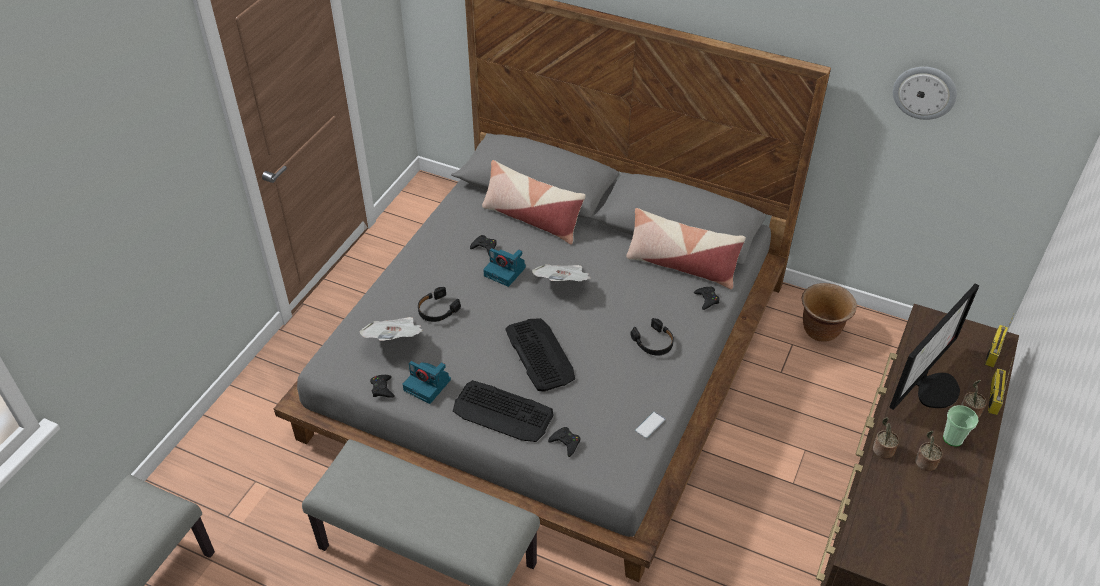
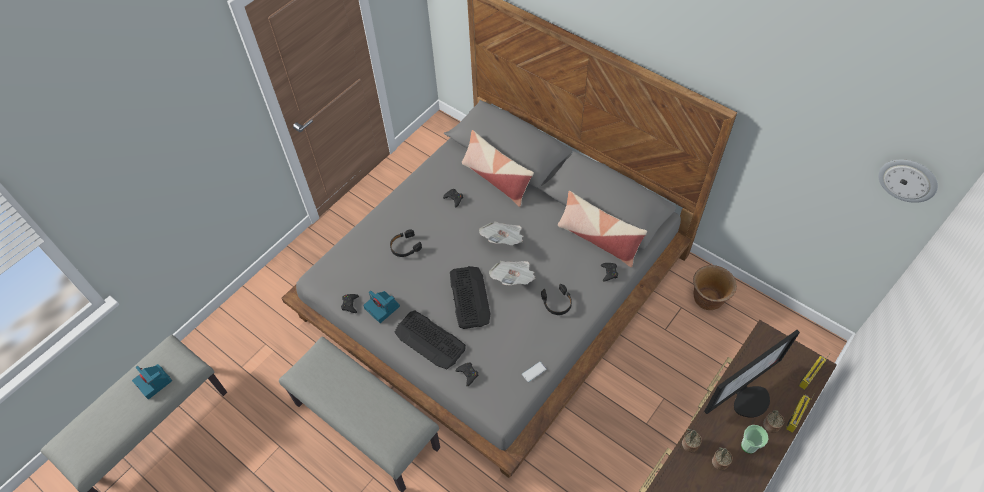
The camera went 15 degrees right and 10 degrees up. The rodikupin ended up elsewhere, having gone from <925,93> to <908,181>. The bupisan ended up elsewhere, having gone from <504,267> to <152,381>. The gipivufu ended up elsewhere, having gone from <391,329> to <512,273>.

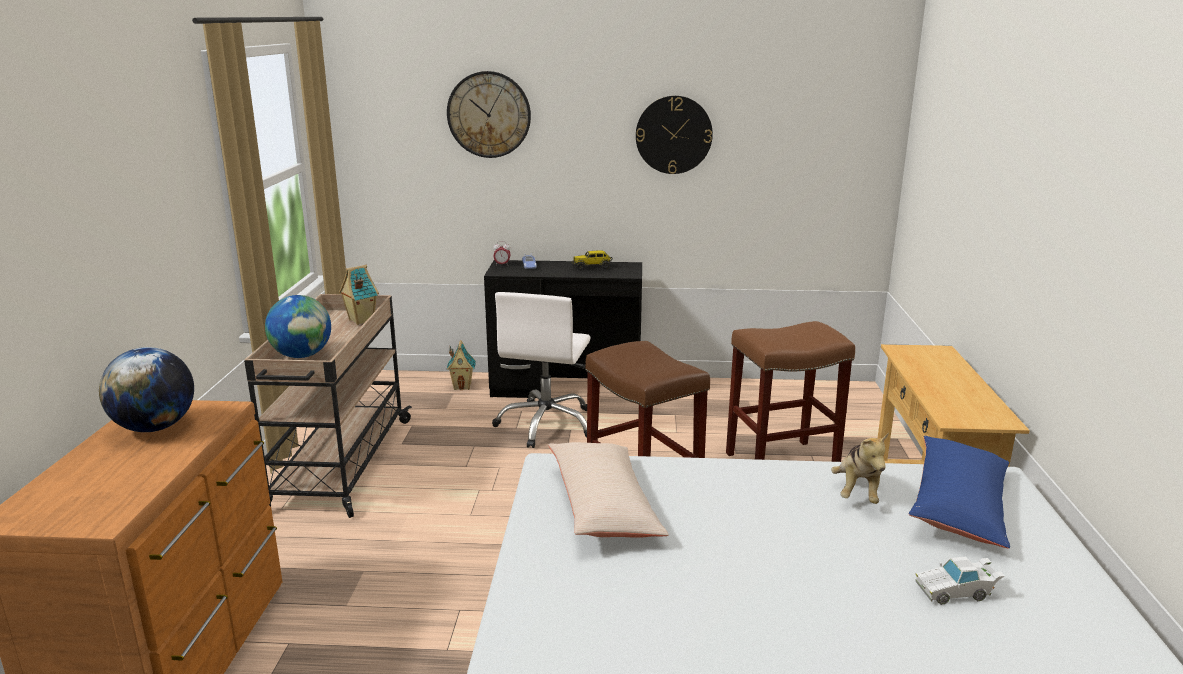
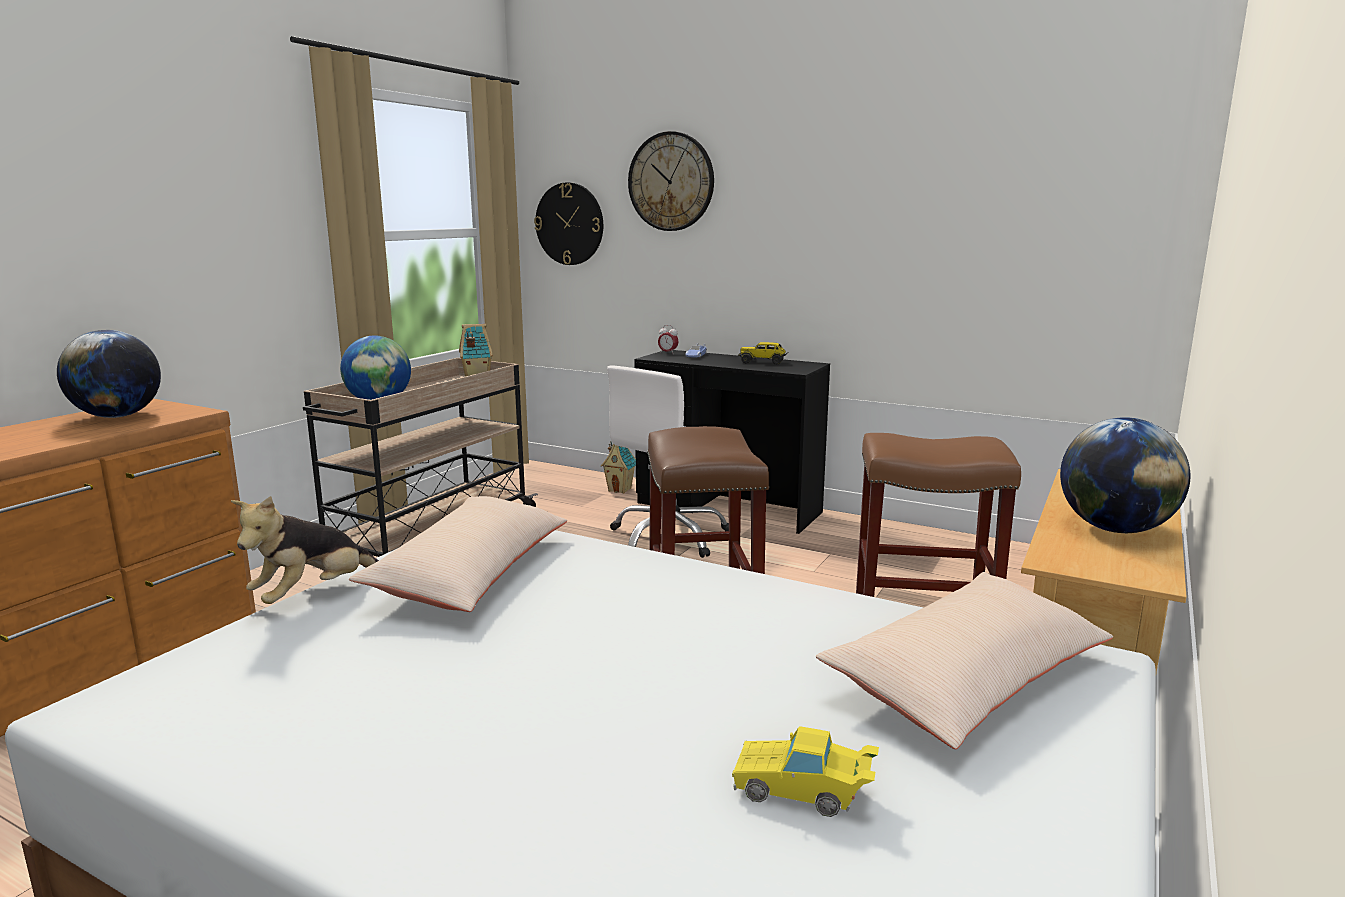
The camera went 25 degrees right and 5 degrees down. The rodikupin ended up elsewhere, having gone from <674,135> to <568,223>. The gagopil ended up elsewhere, having gone from <860,468> to <305,550>. What was the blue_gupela at <959,492> turned into the beige_gupela at <964,660>. What was the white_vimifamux at <960,581> turned into the yellow_vimifamux at <805,771>. The second view gained the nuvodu at <1125,475>.

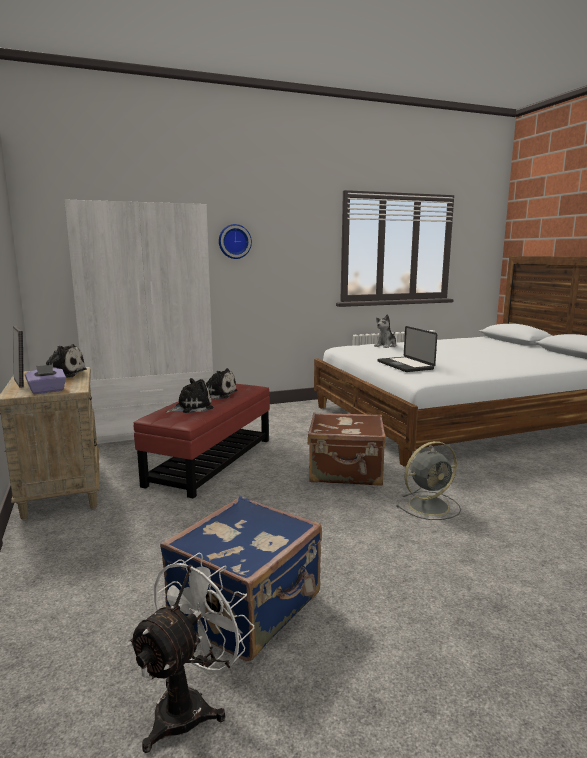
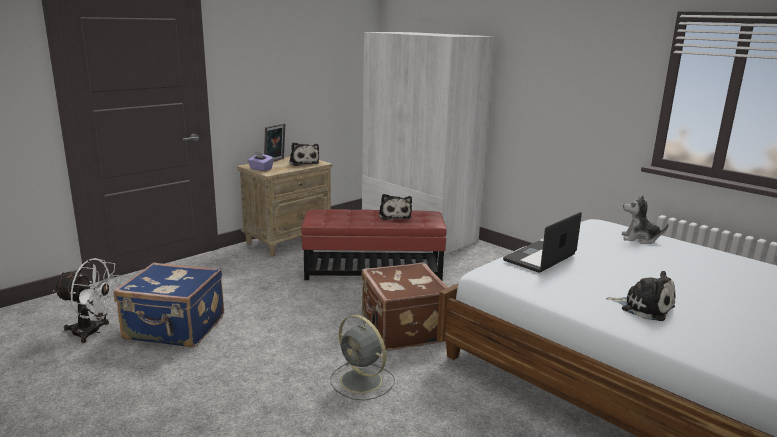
The camera went 65 degrees right and 5 degrees up. The second view lost the rodikupin at <235,241>. The gagopil ended up elsewhere, having gone from <190,395> to <640,296>.

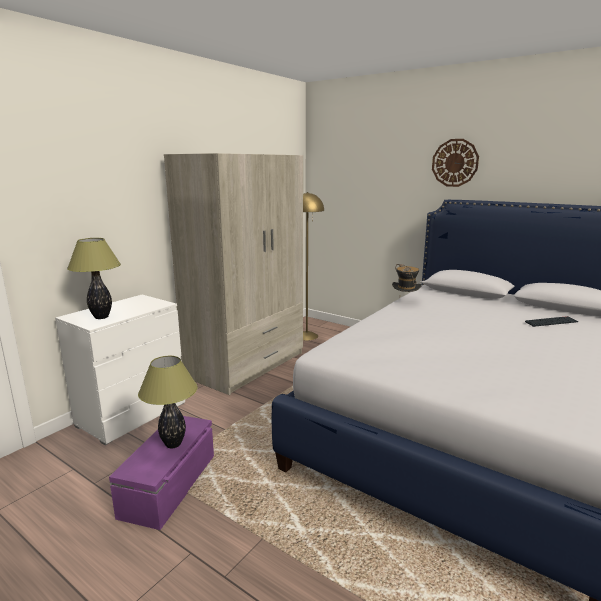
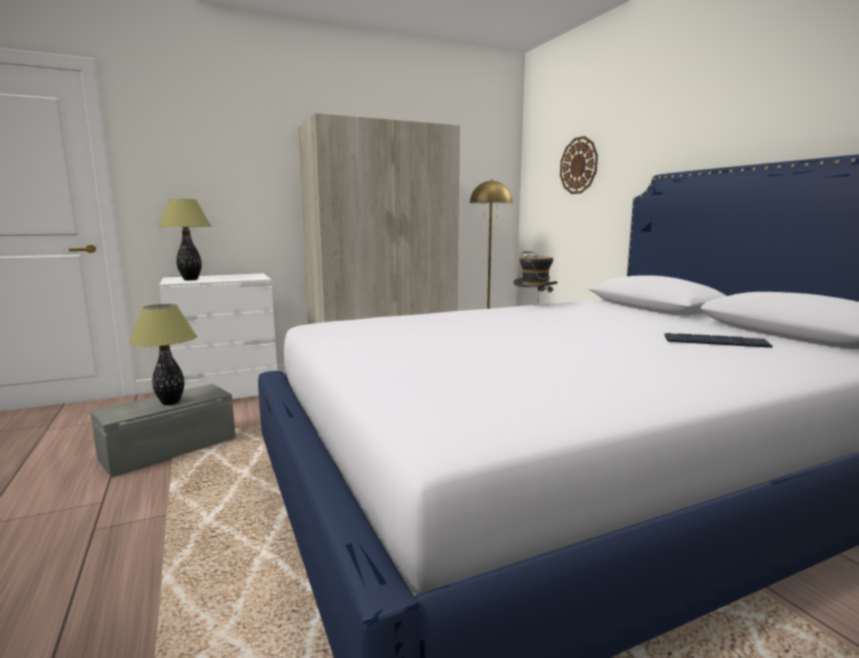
The camera went 30 degrees right and 5 degrees down. The rodikupin ended up elsewhere, having gone from <455,163> to <579,165>. What was the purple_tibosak at <161,473> turned into the grey_tibosak at <163,430>.

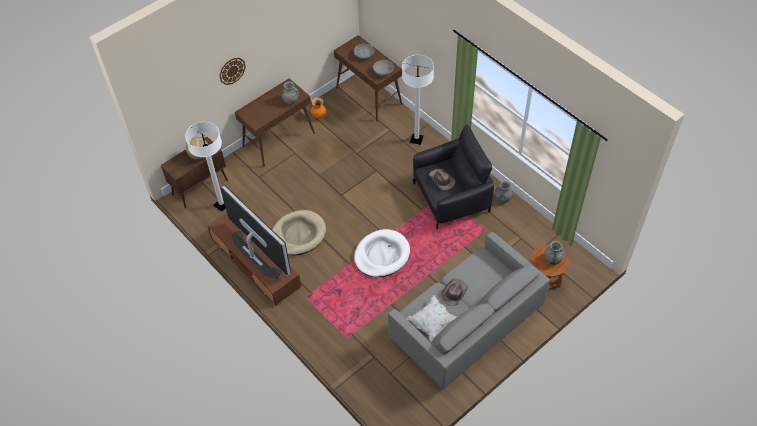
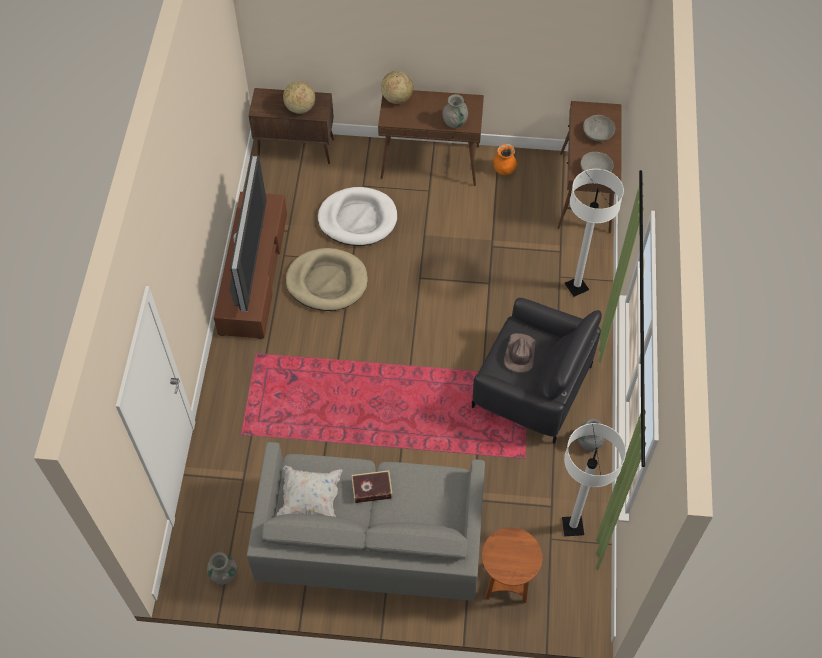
The camera went 45 degrees right and 5 degrees up. The second view lost the rodikupin at <232,71>. The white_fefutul ended up elsewhere, having gone from <205,167> to <594,479>. The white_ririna ended up elsewhere, having gone from <382,253> to <357,216>. The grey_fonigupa ended up elsewhere, having gone from <554,253> to <222,568>. Where the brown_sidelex stood at <454,292>, the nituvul came to stand at <372,486>. The second view gained the nuvodu at <397,87>.

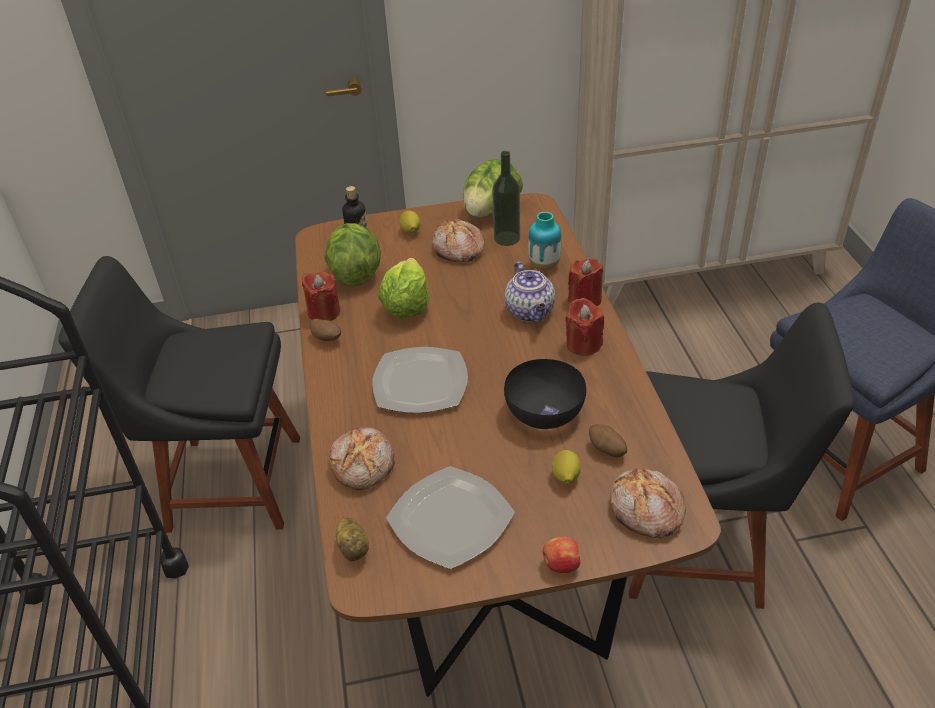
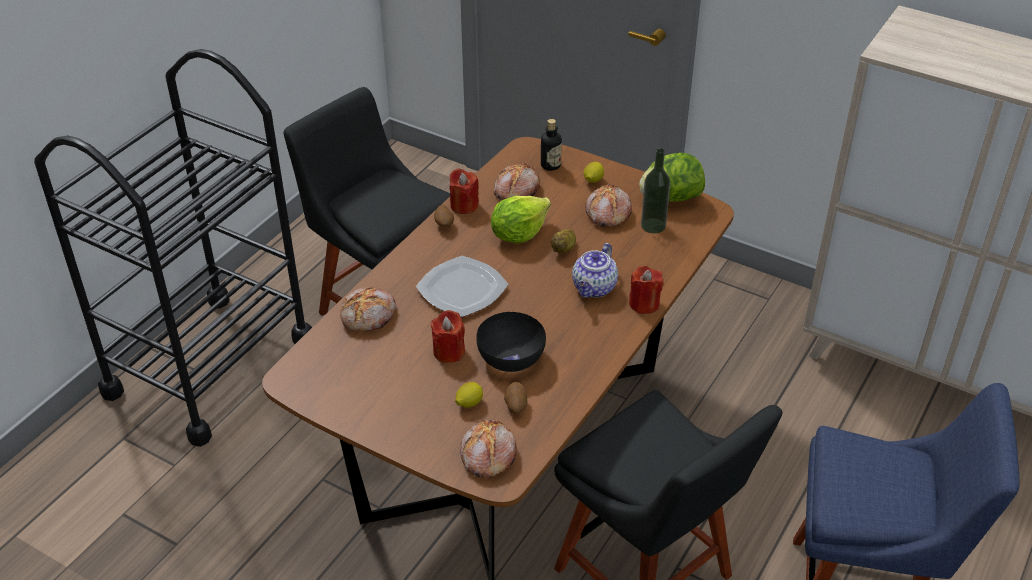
The camera went 40 degrees right and 0 degrees up. The second view lost the fonigupa at <545,241>. Where the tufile stood at <353,254>, the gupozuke came to stand at <517,181>. The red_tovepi ended up elsewhere, having gone from <584,327> to <448,336>. The second view lost the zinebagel at <450,517>. The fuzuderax ended up elsewhere, having gone from <352,540> to <563,241>. The second view lost the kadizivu at <562,555>.

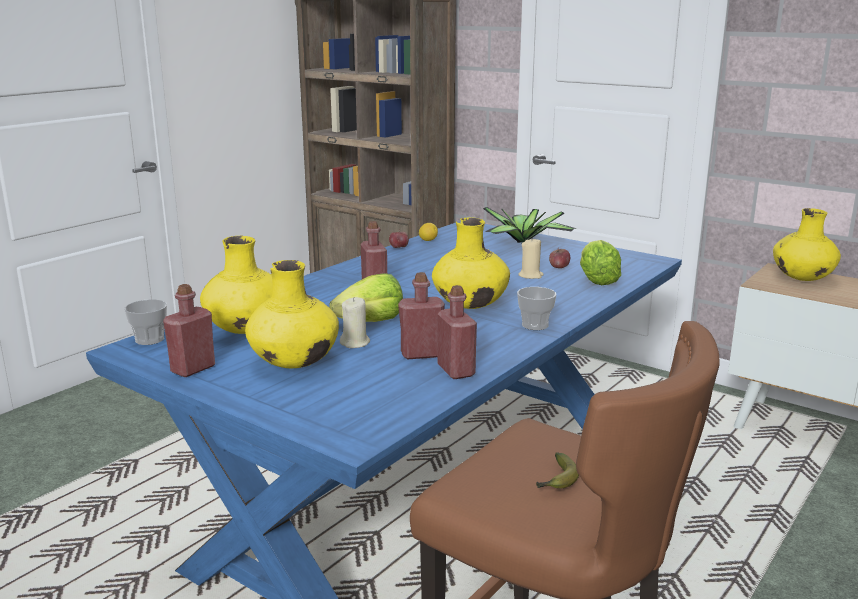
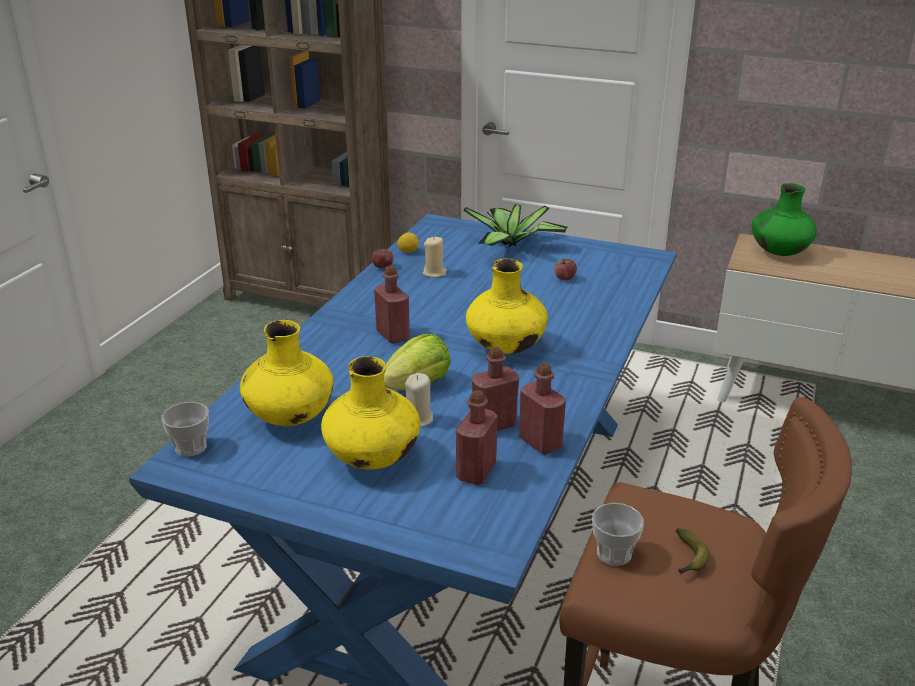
The camera went 15 degrees left and 10 degrees up. What was the yellow_fonigupa at <807,244> turned into the green_fonigupa at <784,219>. The beige_tovepi ended up elsewhere, having gone from <530,258> to <435,256>. The second view lost the tufile at <600,262>. The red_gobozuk ended up elsewhere, having gone from <189,330> to <477,437>. The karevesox ended up elsewhere, having gone from <536,308> to <618,534>.

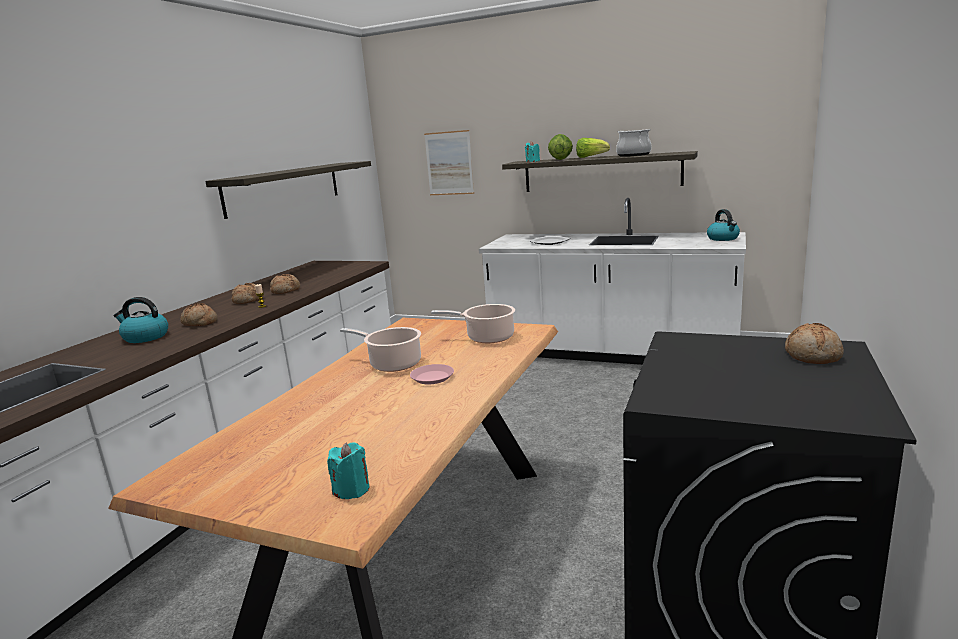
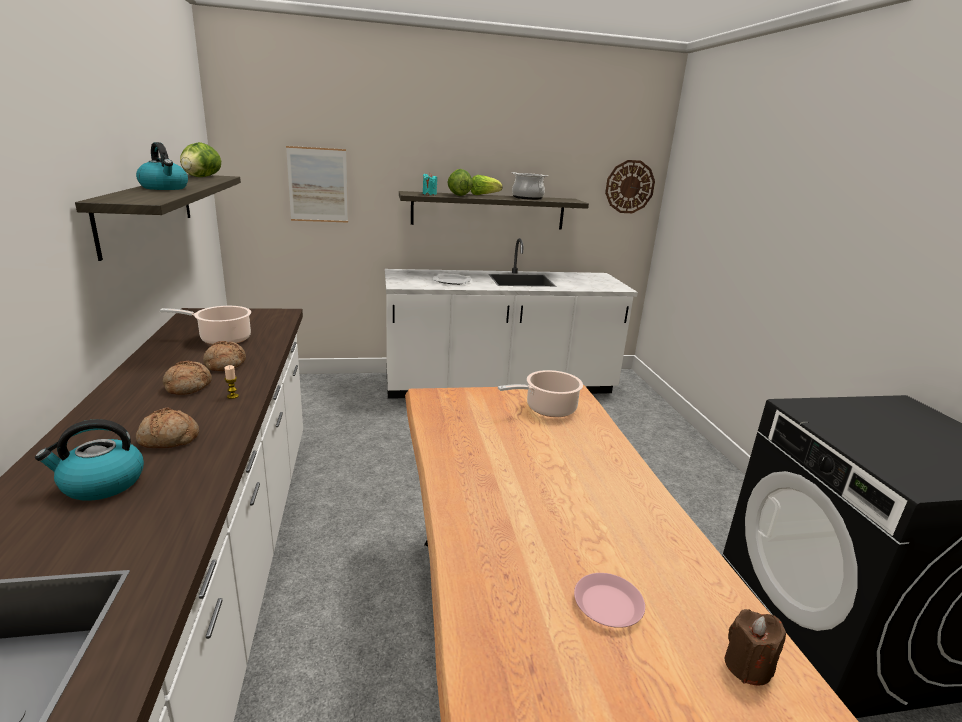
The camera went 35 degrees left and 5 degrees up. The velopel ended up elsewhere, having gone from <723,225> to <162,166>. The second view lost the gupozuke at <814,343>. The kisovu ended up elsewhere, having gone from <380,349> to <205,325>. The pink_zinebagel ended up elsewhere, having gone from <432,374> to <609,600>. What was the turquoise_tovepi at <348,470> turned into the brown_tovepi at <755,647>. The second view gained the tufile at <200,159>. The second view gained the rodikupin at <630,186>.

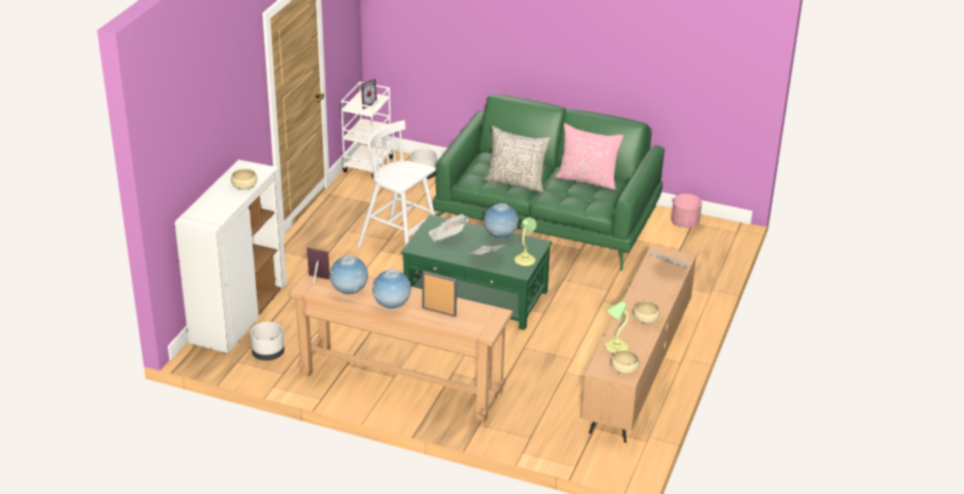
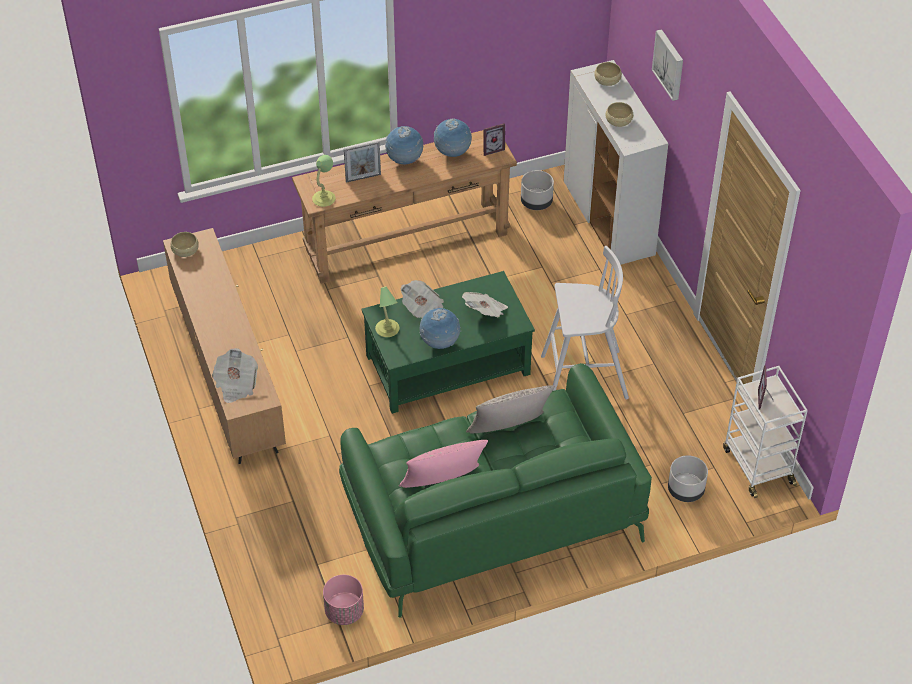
The camera went 140 degrees right and 15 degrees up. The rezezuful ended up elsewhere, having gone from <617,327> to <324,181>. The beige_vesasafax ended up elsewhere, having gone from <646,312> to <608,74>. The second view gained the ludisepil at <667,65>.

